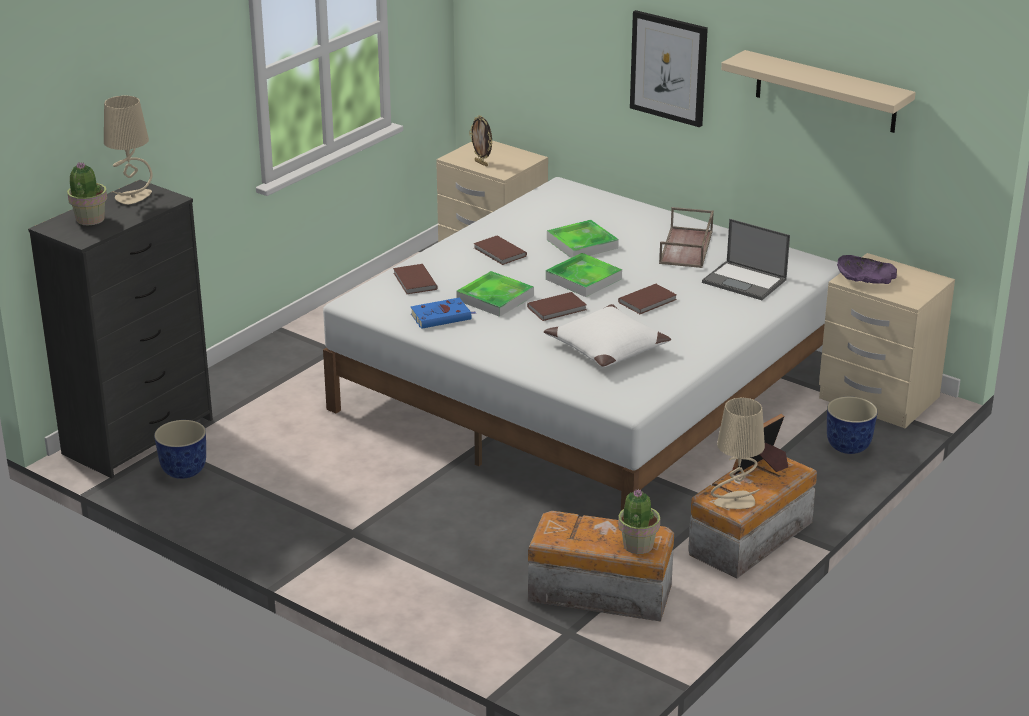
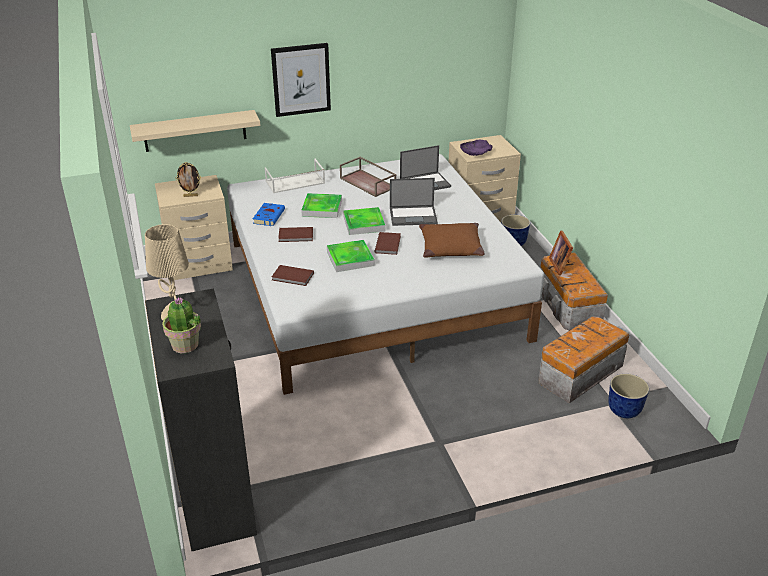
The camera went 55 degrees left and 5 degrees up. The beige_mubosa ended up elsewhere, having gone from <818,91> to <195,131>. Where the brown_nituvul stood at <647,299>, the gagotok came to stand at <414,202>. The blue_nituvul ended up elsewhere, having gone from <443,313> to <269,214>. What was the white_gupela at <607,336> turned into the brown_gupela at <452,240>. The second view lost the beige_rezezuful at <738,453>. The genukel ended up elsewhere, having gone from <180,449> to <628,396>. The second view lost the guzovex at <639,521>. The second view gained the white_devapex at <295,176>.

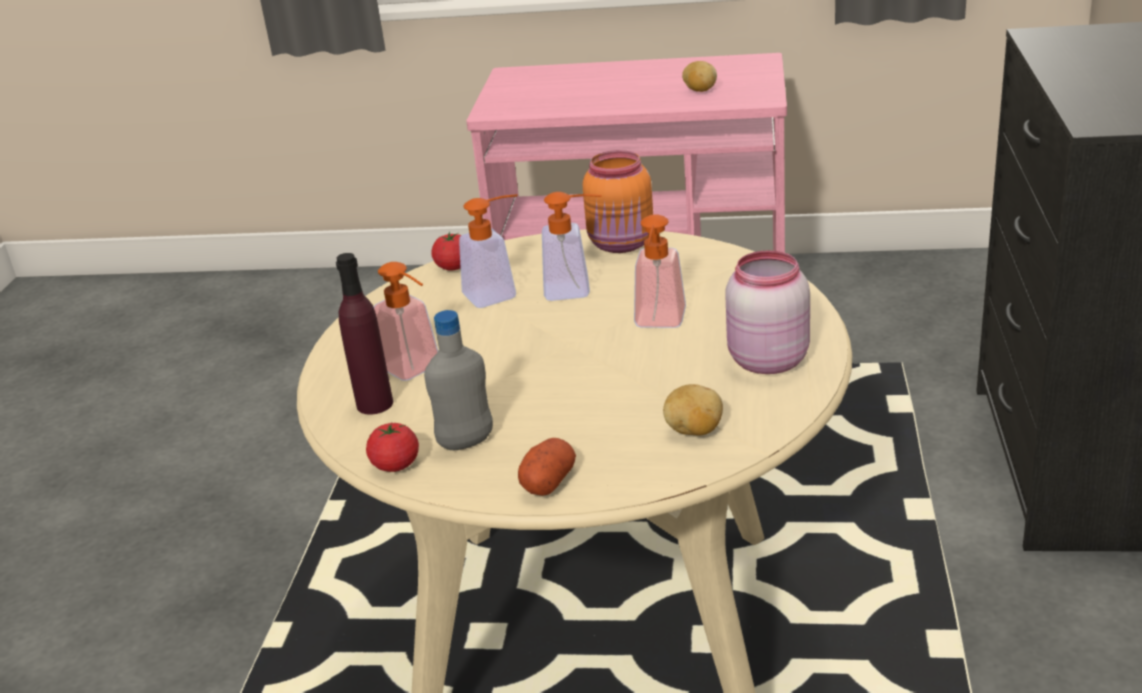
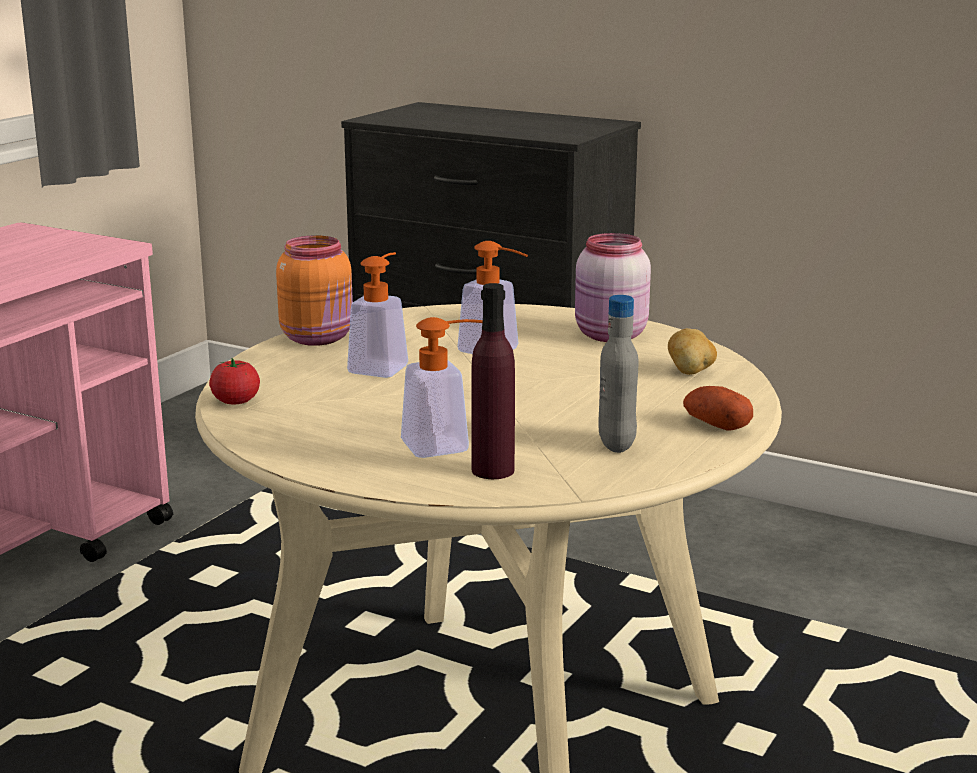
The camera went 70 degrees left and 10 degrees down. The second view lost the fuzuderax at <699,76>. The second view lost the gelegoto at <488,251>. The second view lost the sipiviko at <392,447>.

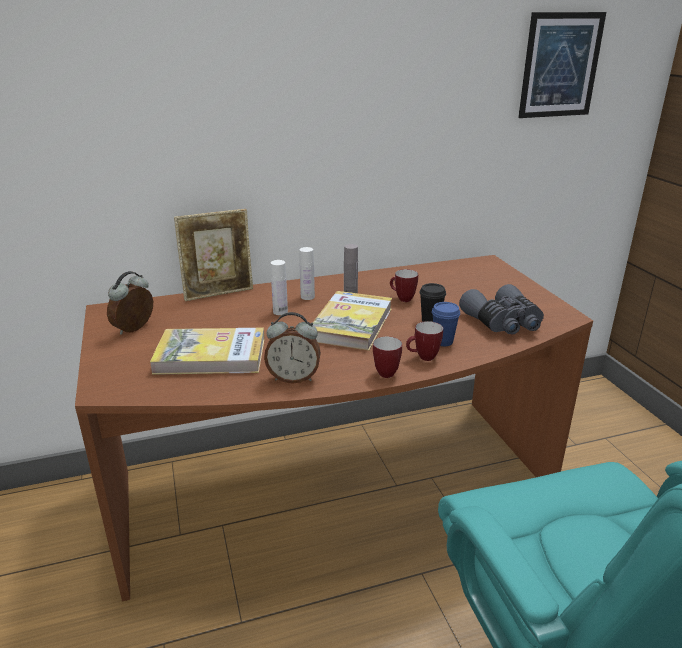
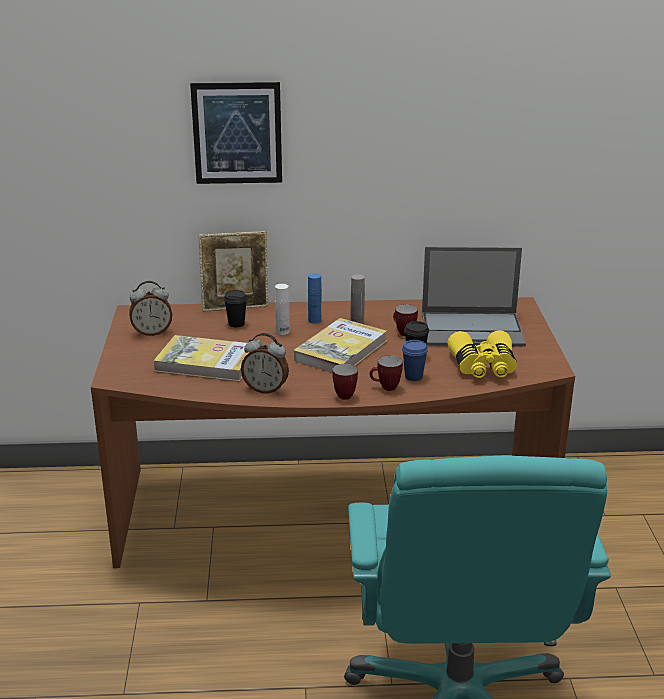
The camera went 15 degrees right and 0 degrees up. The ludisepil ended up elsewhere, having gone from <562,65> to <236,133>. What was the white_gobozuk at <307,273> turned into the blue_gobozuk at <315,298>. The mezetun at <130,303> ended up facing another way, 150 degrees counterclockwise from before. What was the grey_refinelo at <501,309> turned into the yellow_refinelo at <482,354>. The second view gained the gagotok at <474,296>. The second view gained the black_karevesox at <235,308>.

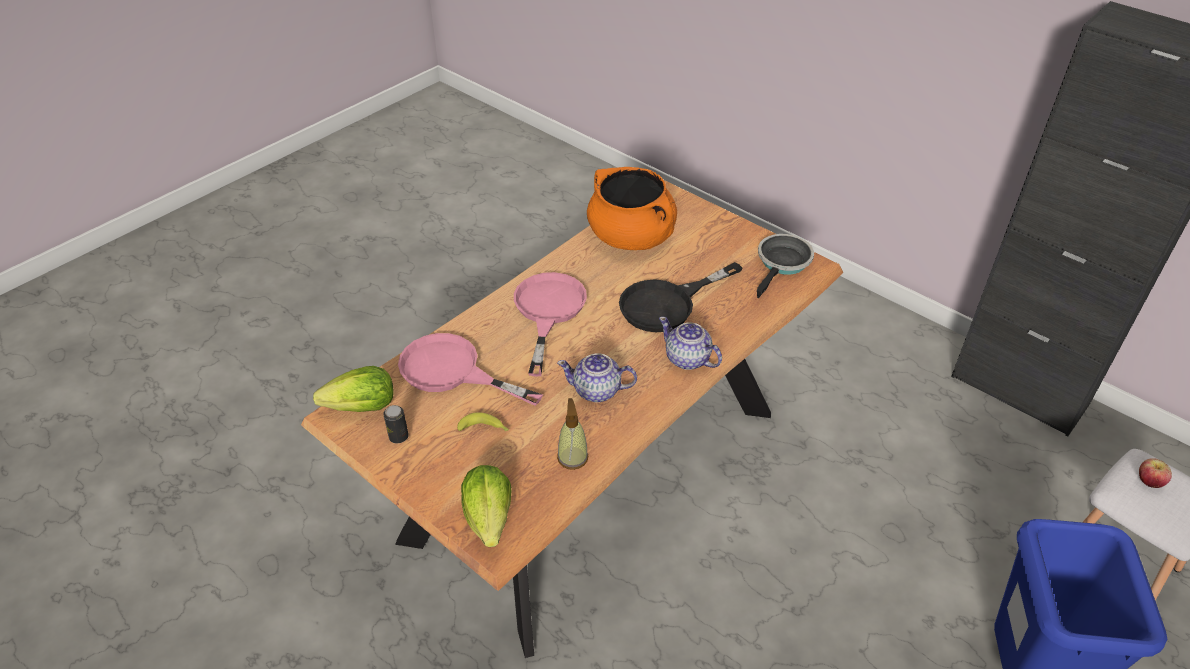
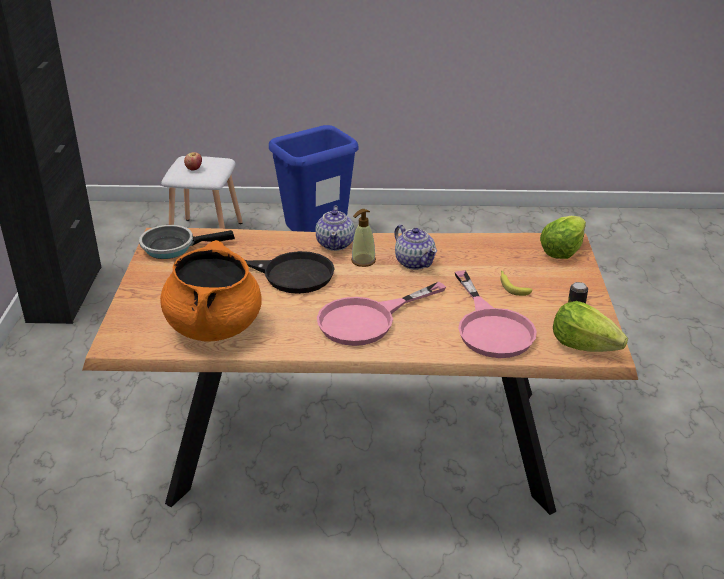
The camera went 130 degrees left and 10 degrees down. The gelegoto ended up elsewhere, having gone from <572,434> to <363,238>.

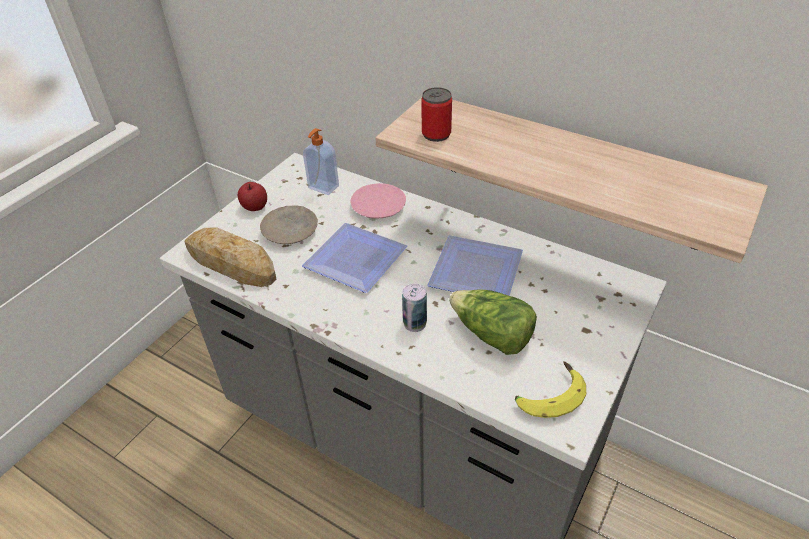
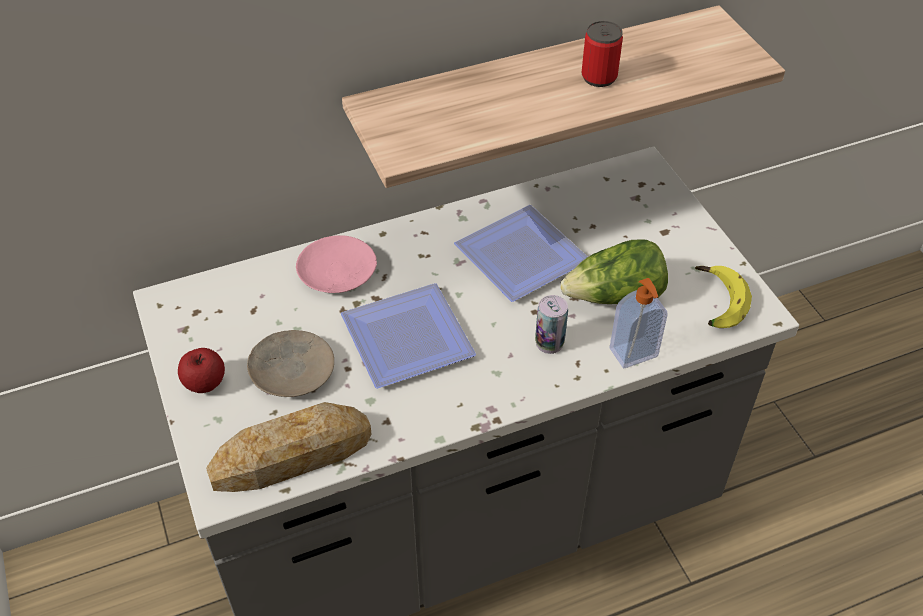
The camera went 55 degrees left and 5 degrees up. The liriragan ended up elsewhere, having gone from <436,114> to <602,54>. The gelegoto ended up elsewhere, having gone from <321,161> to <639,323>.

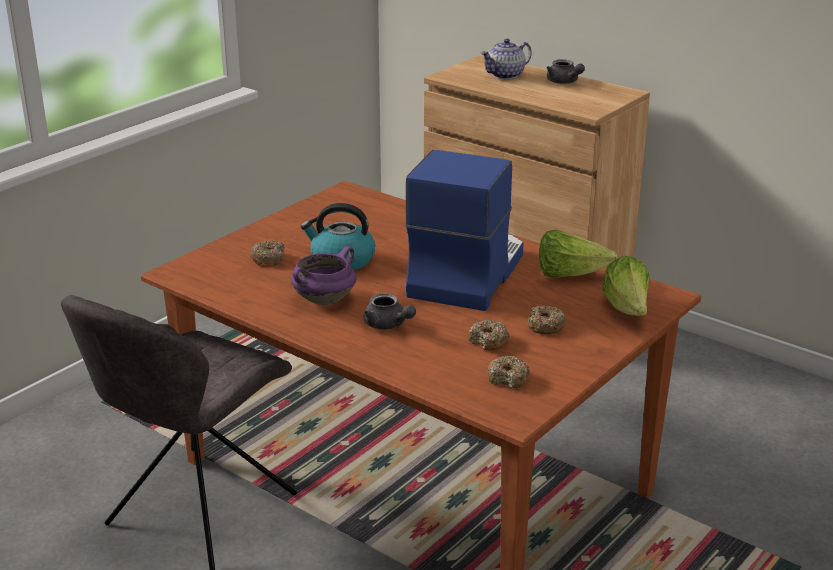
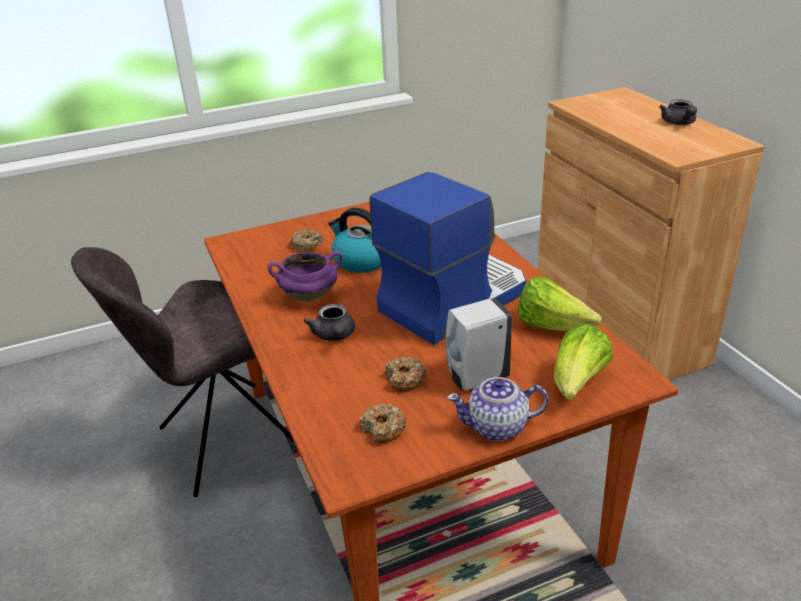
The camera went 30 degrees right and 5 degrees up. The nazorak ended up elsewhere, having gone from <506,59> to <498,409>. Where the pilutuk stood at <547,320>, the white_gelegoto came to stand at <478,344>.

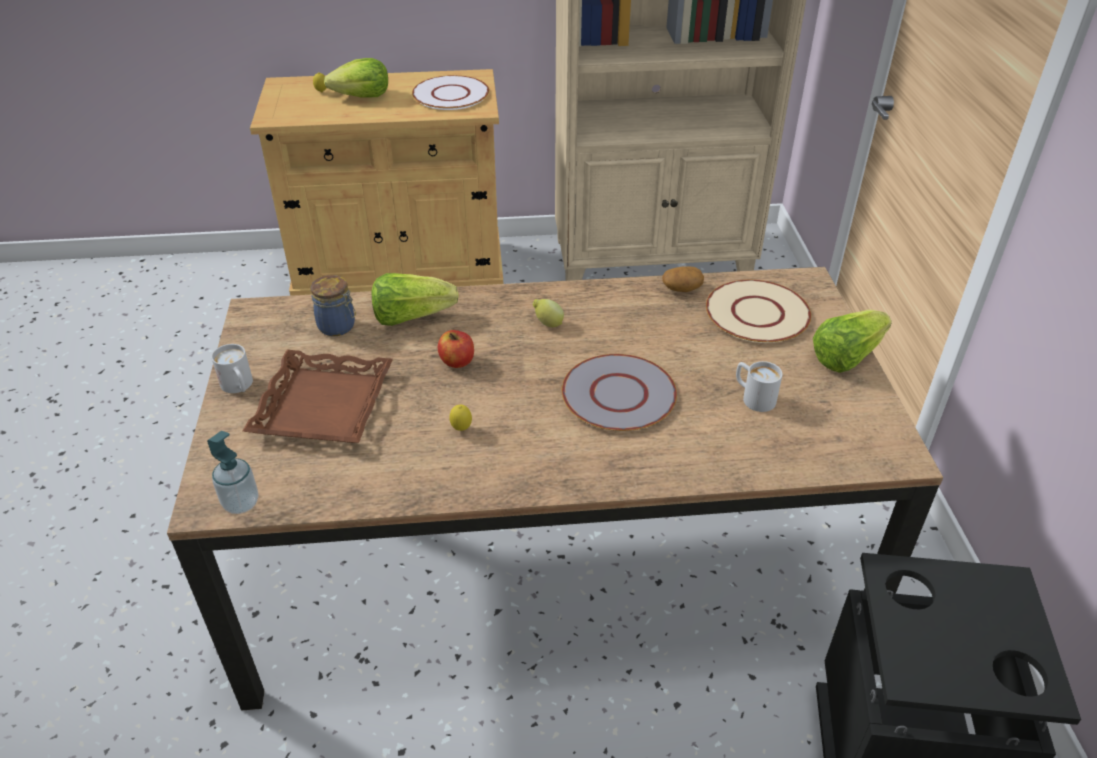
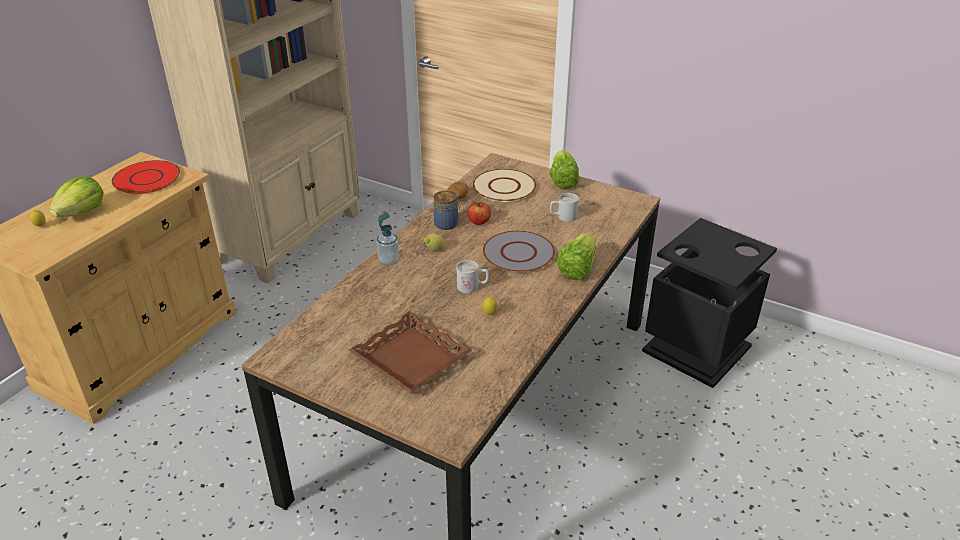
The camera went 55 degrees left and 5 degrees down. What was the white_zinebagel at <450,92> turned into the red_zinebagel at <146,177>. The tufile ended up elsewhere, having gone from <415,299> to <576,256>. The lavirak ended up elsewhere, having gone from <333,305> to <447,210>. The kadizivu ended up elsewhere, having gone from <456,349> to <479,213>. The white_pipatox ended up elsewhere, having gone from <232,368> to <473,276>. The gelegoto ended up elsewhere, having gone from <232,472> to <388,238>.

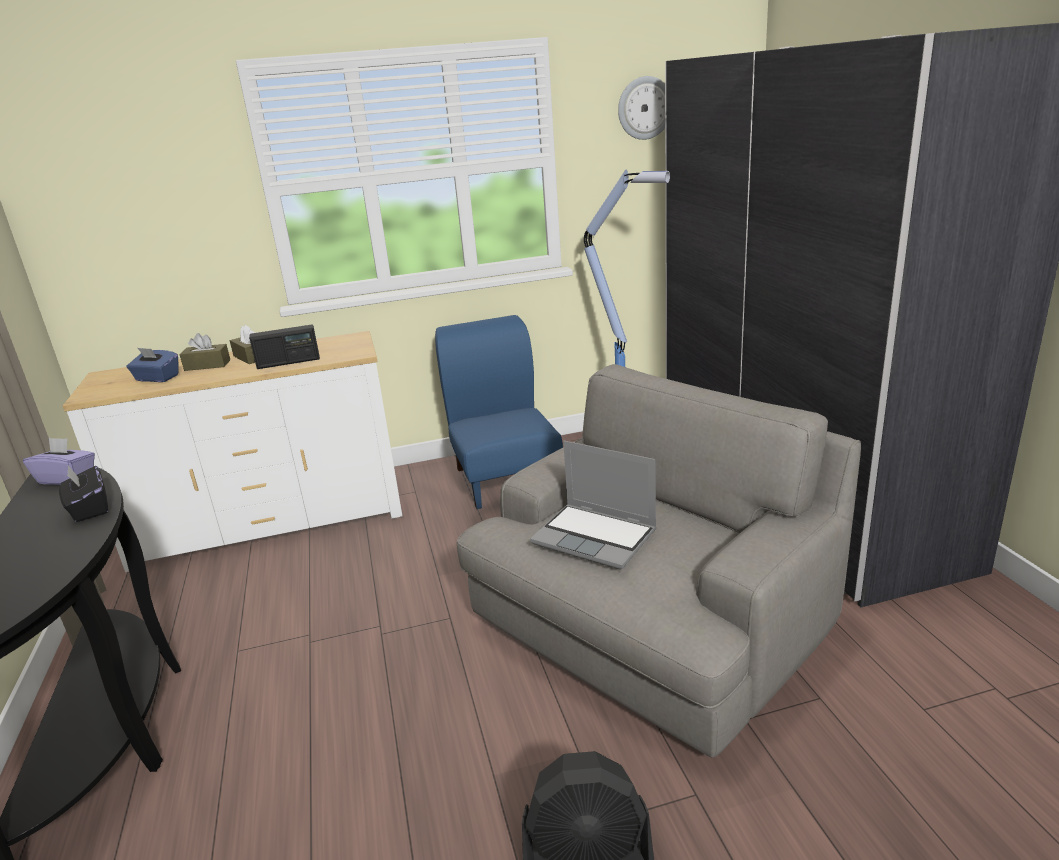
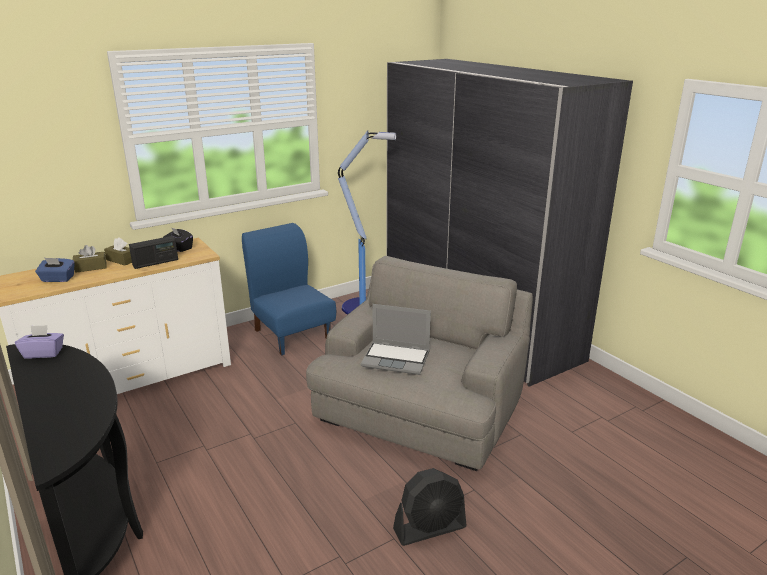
The camera went 20 degrees left and 0 degrees up. The second view lost the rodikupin at <641,108>. The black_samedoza ended up elsewhere, having gone from <83,494> to <178,239>.

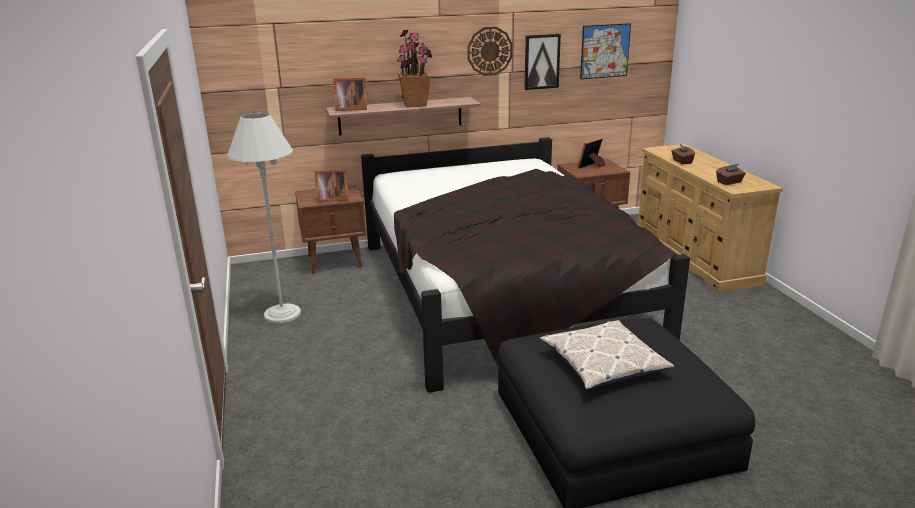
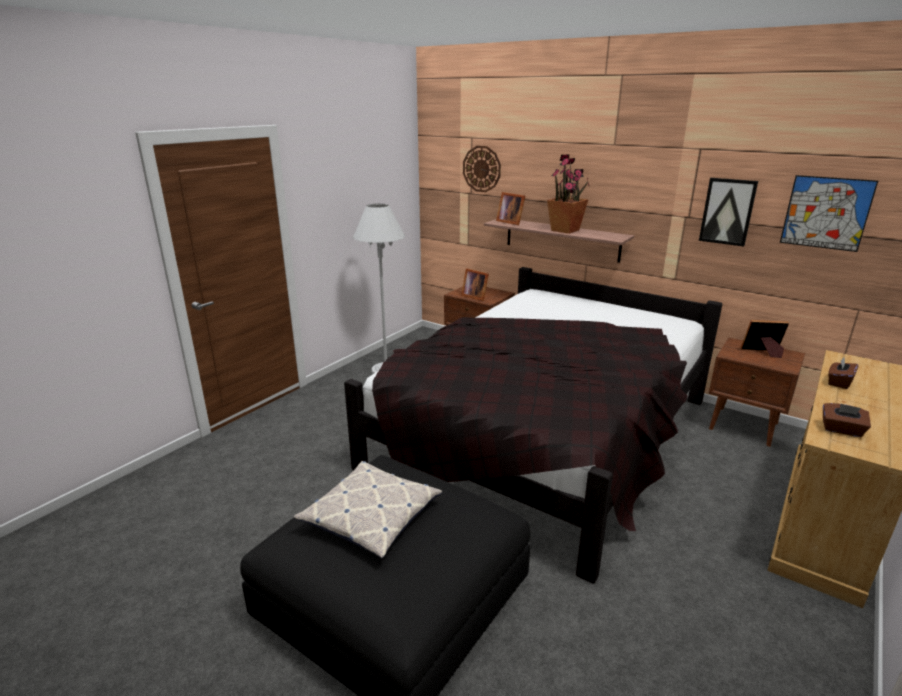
The camera went 50 degrees right and 0 degrees up. The rodikupin ended up elsewhere, having gone from <490,51> to <482,169>.

